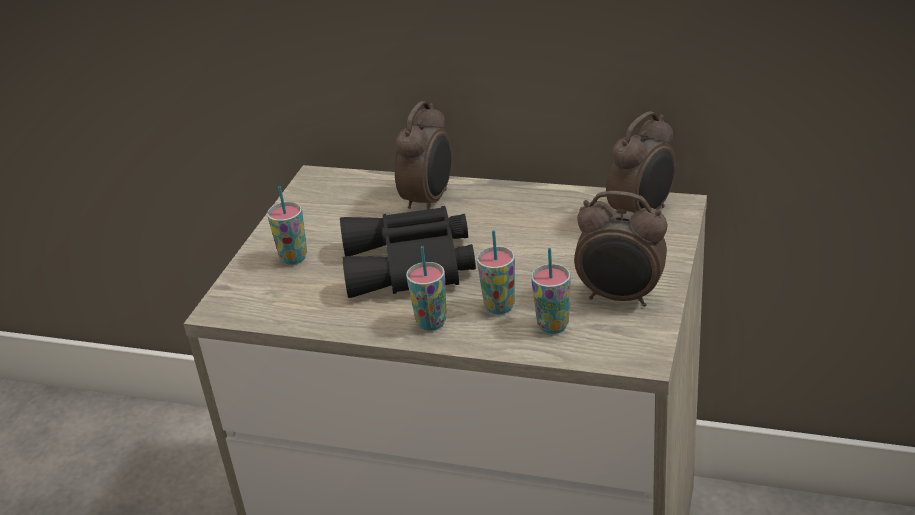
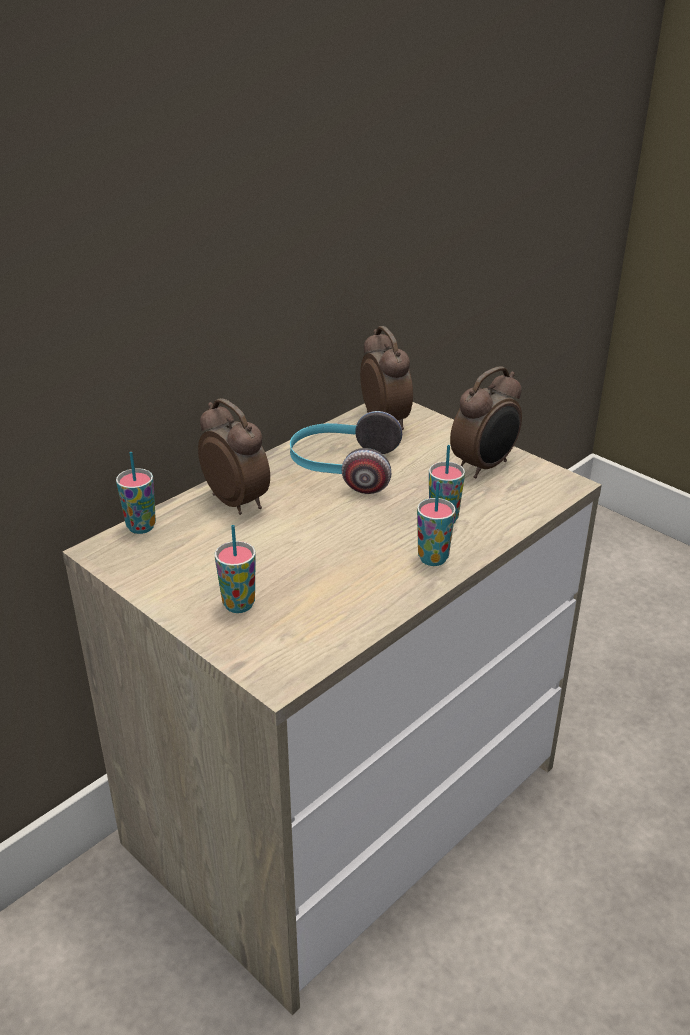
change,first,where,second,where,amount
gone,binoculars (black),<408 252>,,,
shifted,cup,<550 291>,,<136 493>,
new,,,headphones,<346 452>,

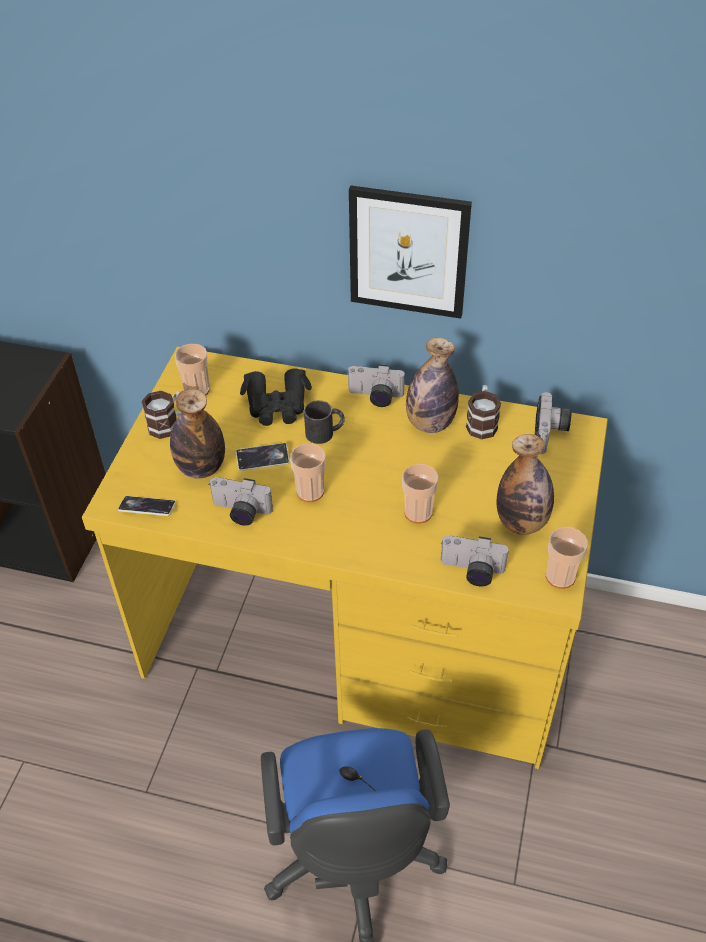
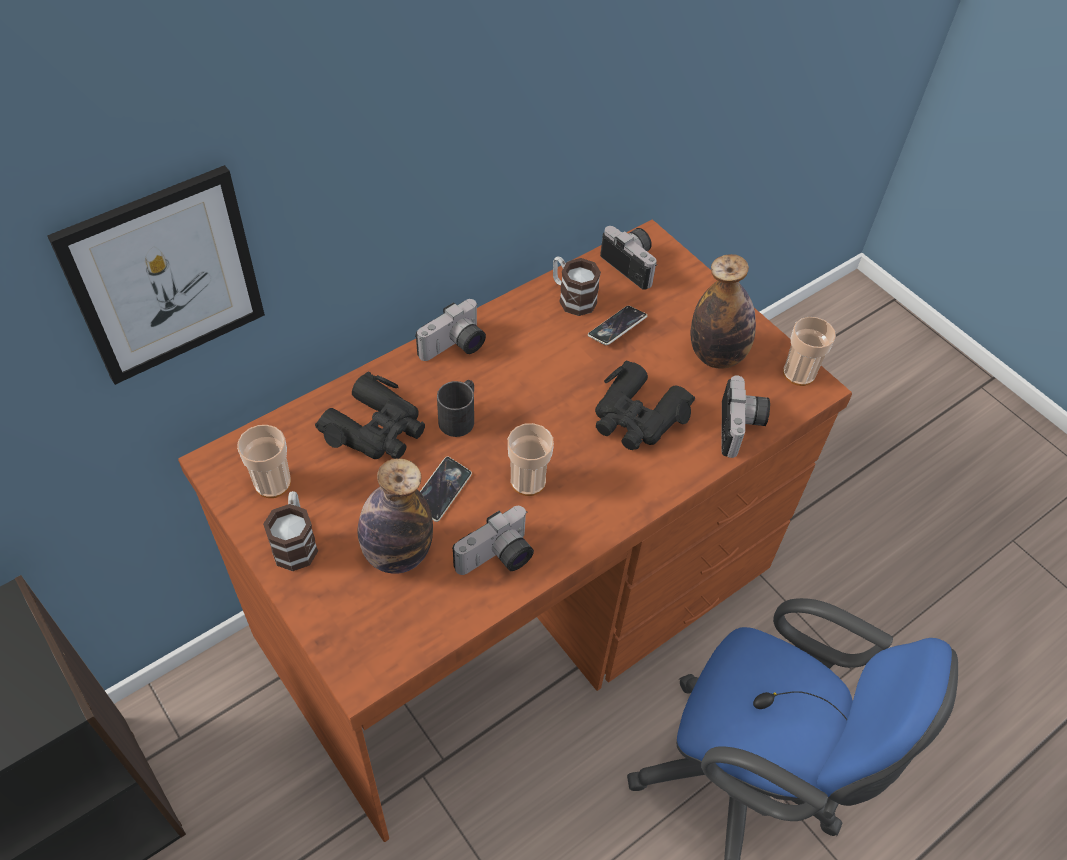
change,first,where,second,where,amount
shifted,picture,<410 252>,,<156 275>,
gone,bottle,<432 385>,,,
repainted,desk (yellow),<345 558>,desk (brown),<515 530>,
swapped,cup,<420 494>,binoculars (black),<645 405>,
shifted,phone,<147 506>,,<617 325>,
rotated,photo camera,<475 561>,,<746 416>,45 degrees counterclockwise

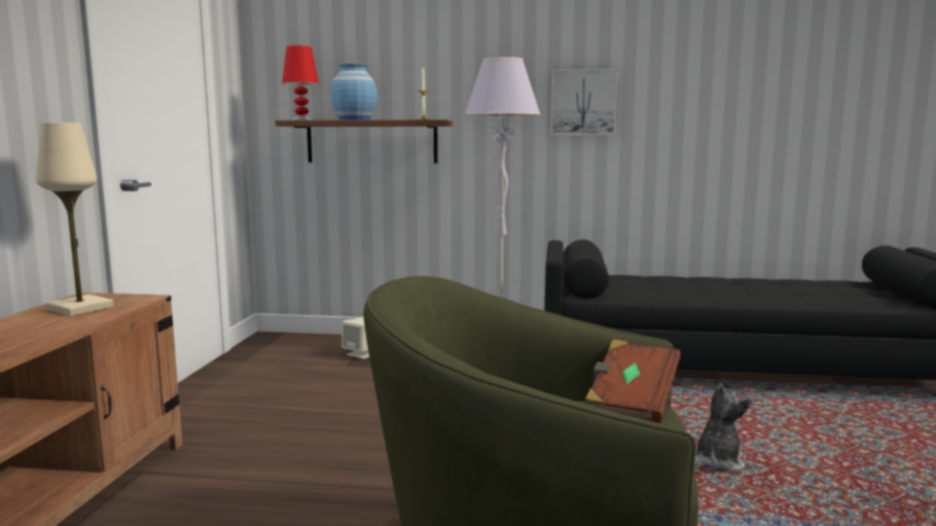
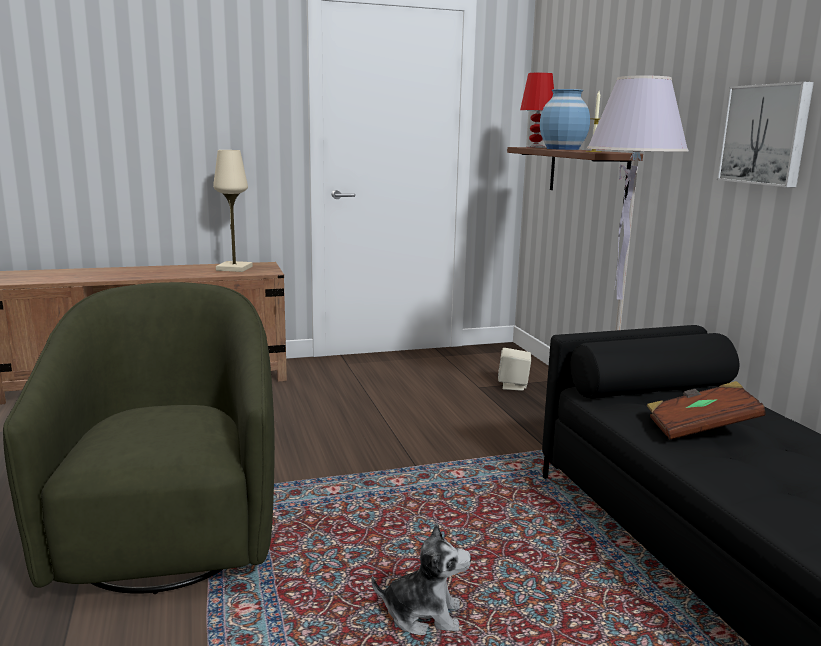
change,first,where,second,where,amount
shifted,book (brown),<632 381>,,<706 410>,

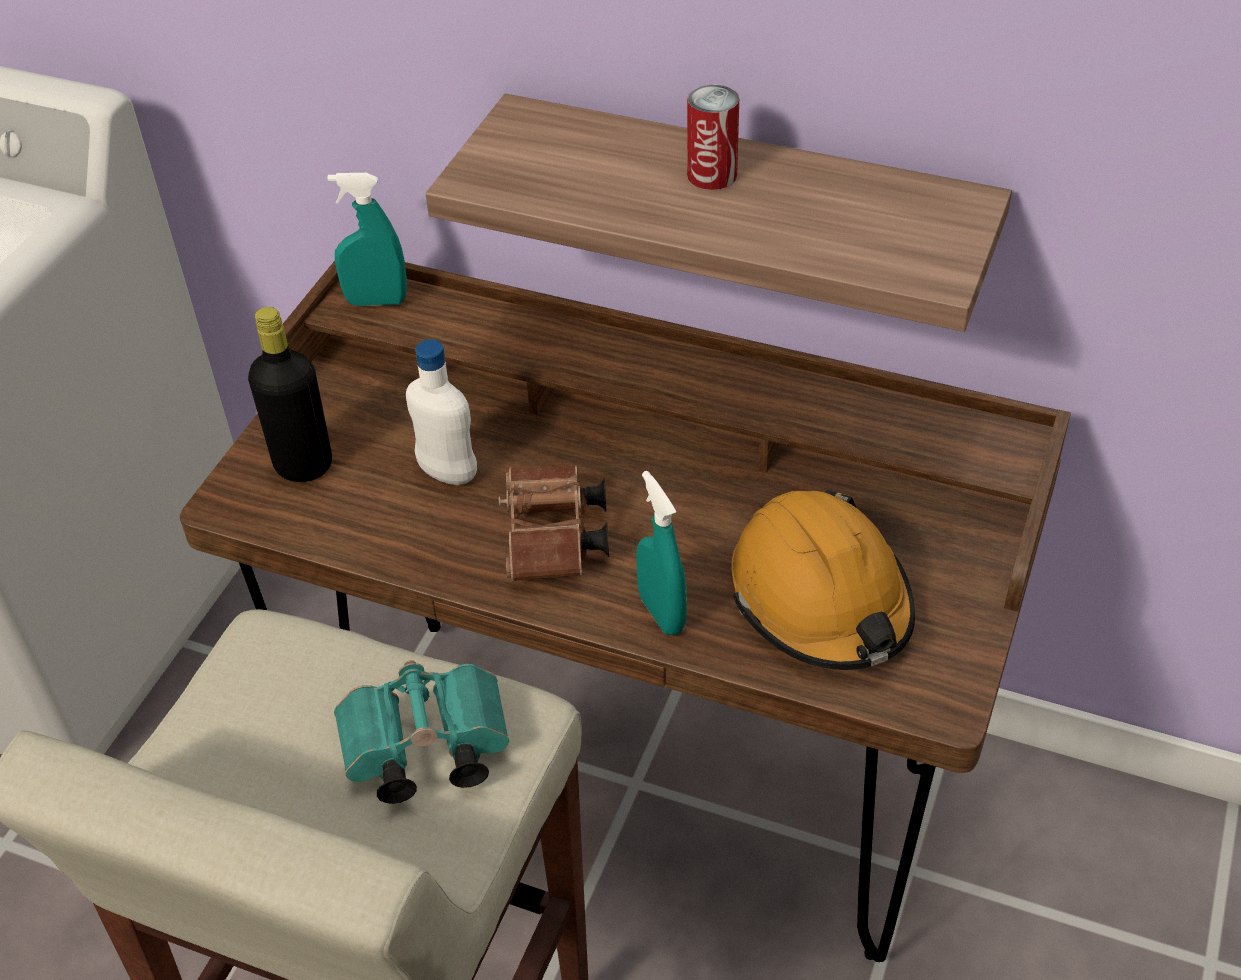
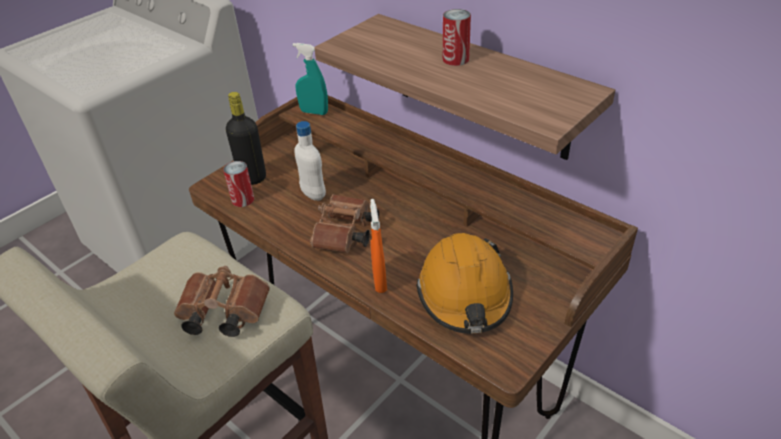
change,first,where,second,where,amount
repainted,spray bottle (turquoise),<661 553>,spray bottle (orange),<378 246>,
repainted,binoculars (turquoise),<421 732>,binoculars (brown),<222 301>,
new,,,can,<238 184>,

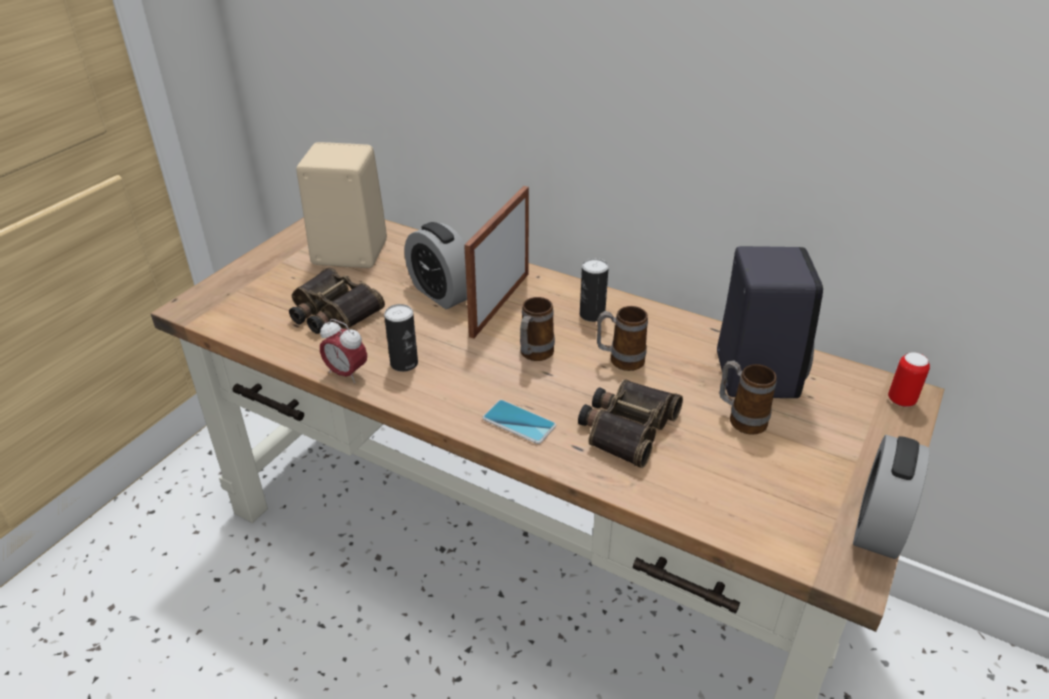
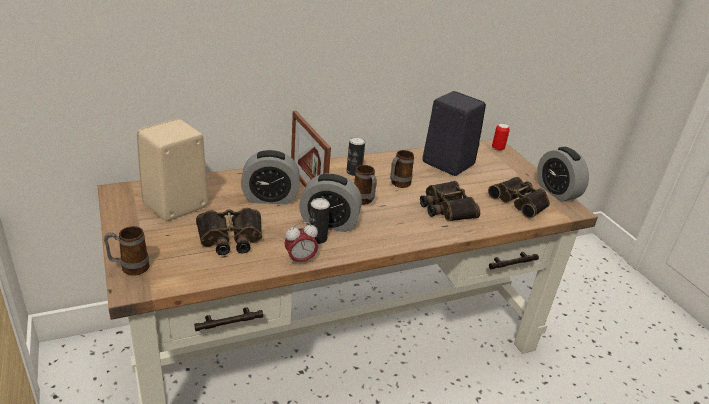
change,first,where,second,where,amount
shifted,mug,<748 397>,,<126 250>,
gone,phone,<519 422>,,,
new,,,alarm clock,<330 202>,
new,,,binoculars,<519 198>,

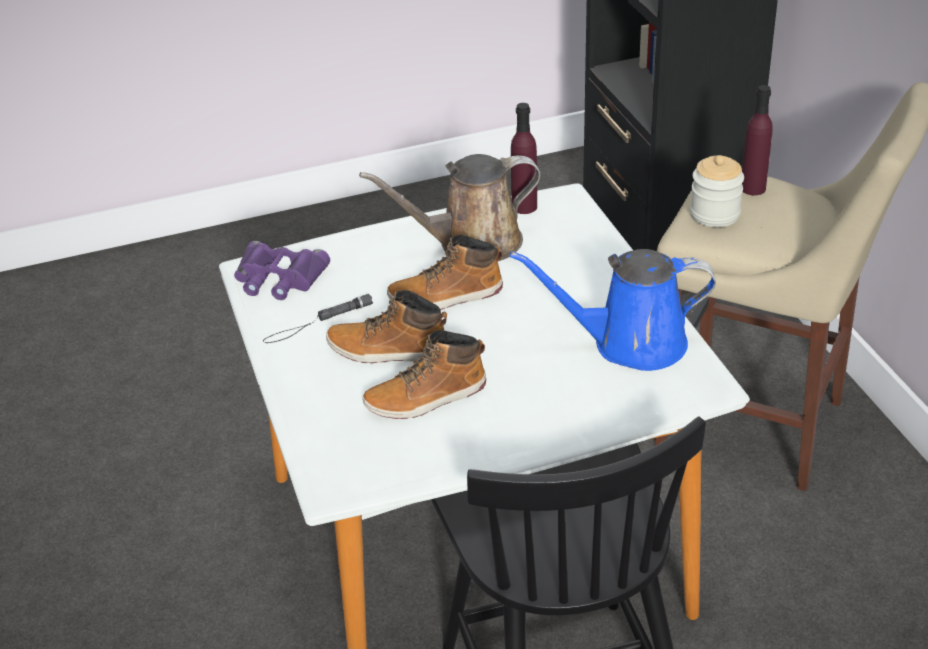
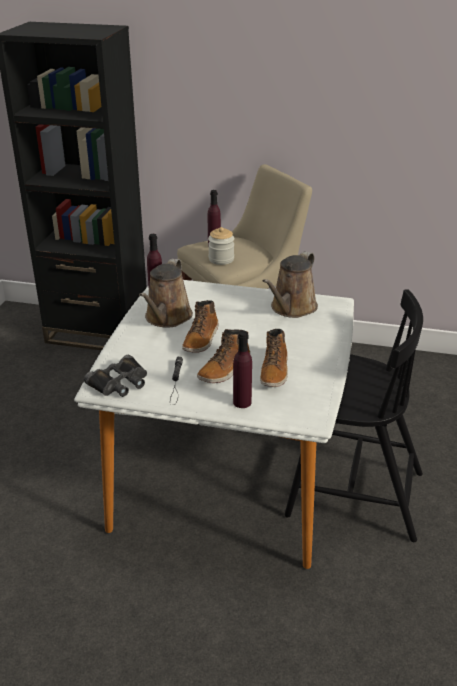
change,first,where,second,where,amount
repainted,binoculars (purple),<282 270>,binoculars (black),<115 376>,
repainted,watering can (blue),<613 310>,watering can (brown),<290 284>,
new,,,bottle (purple),<242 369>,

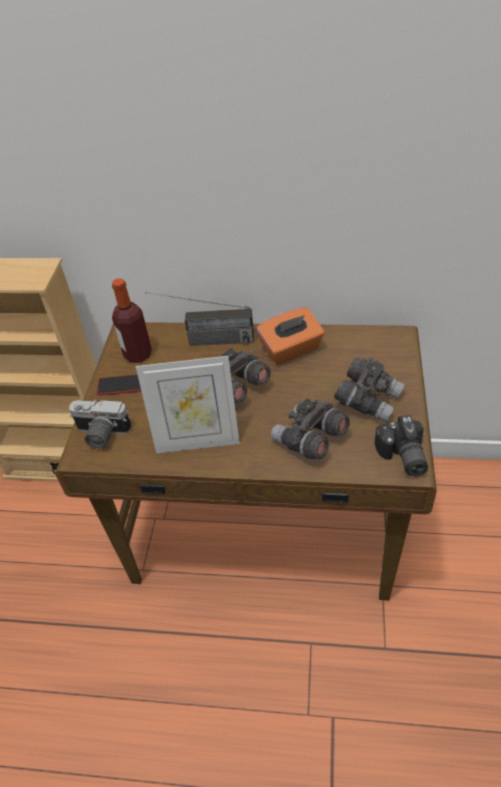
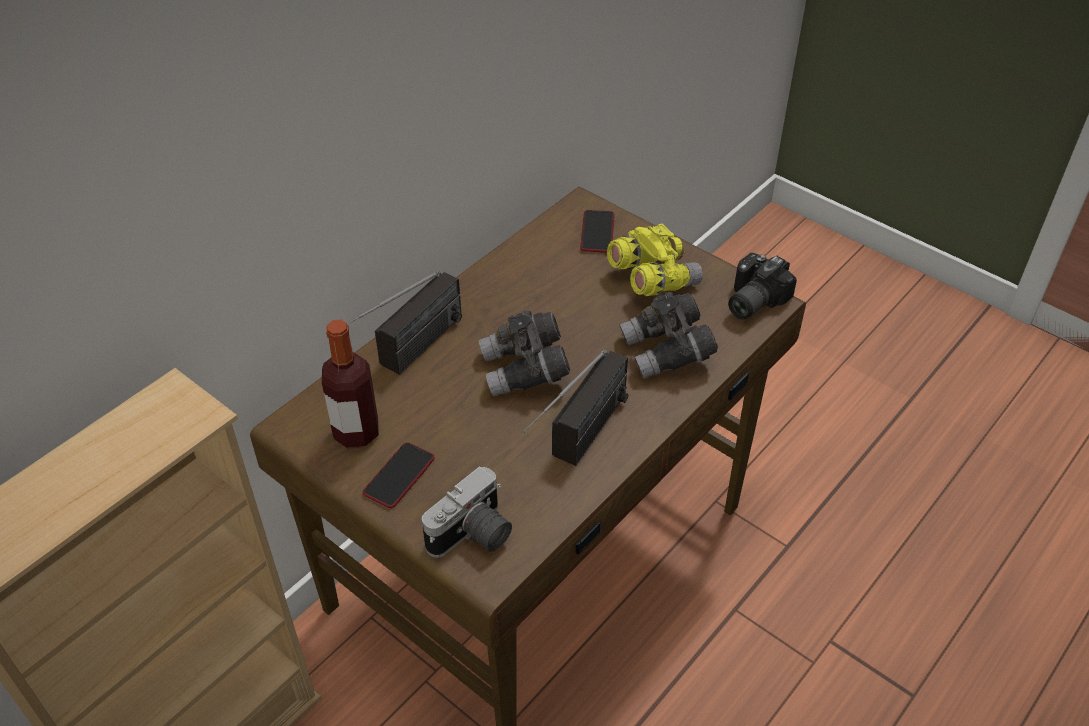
change,first,where,second,where,amount
gone,tissue box (orange),<290 336>,,,
swapped,picture frame,<188 404>,radio,<575 408>,
repainted,binoculars (grey),<369 390>,binoculars (yellow),<655 259>,
rotated,photo camera,<401 446>,,<762 286>,105 degrees clockwise
new,,,phone,<597 231>,

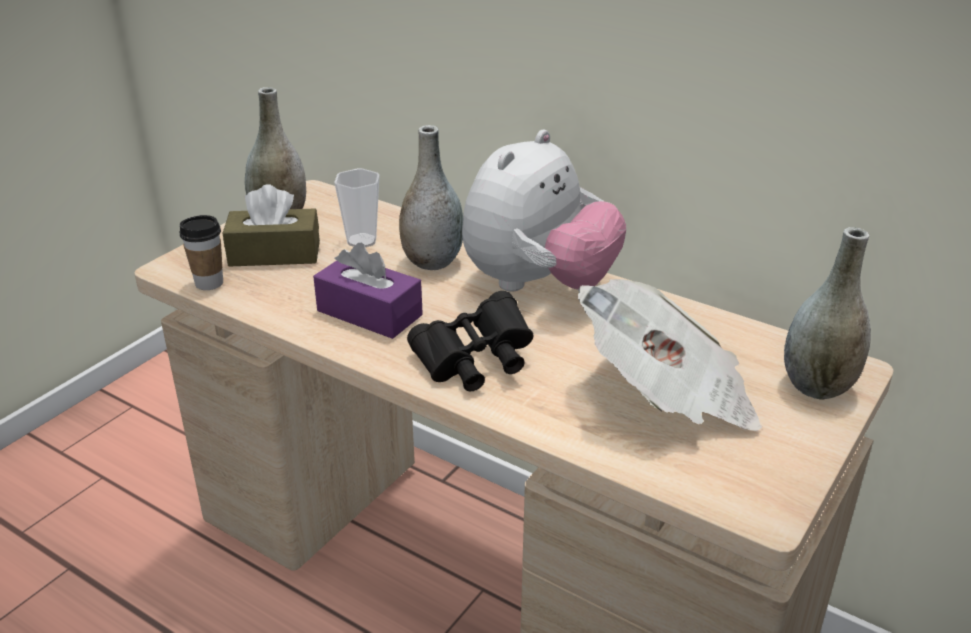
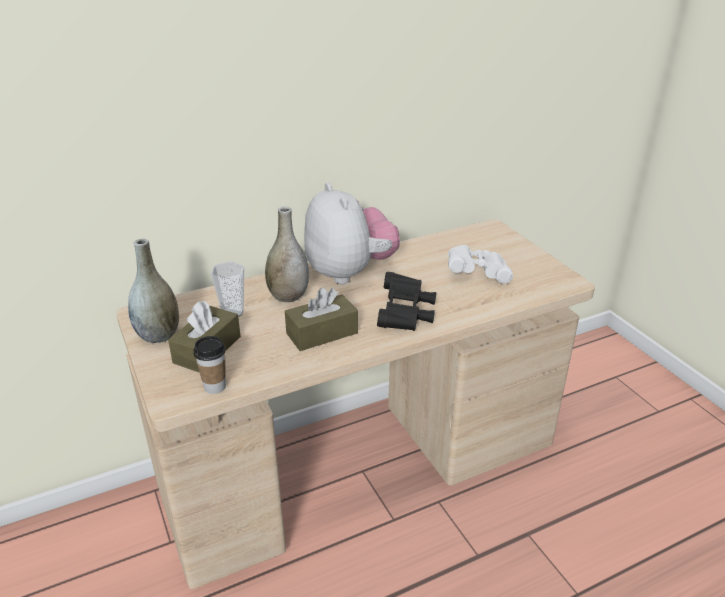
change,first,where,second,where,amount
gone,vase (grey),<827 313>,,,
repainted,tissue box (purple),<368 291>,tissue box (brown),<321 319>,
swapped,newspaper,<670 355>,binoculars (white),<480 264>,

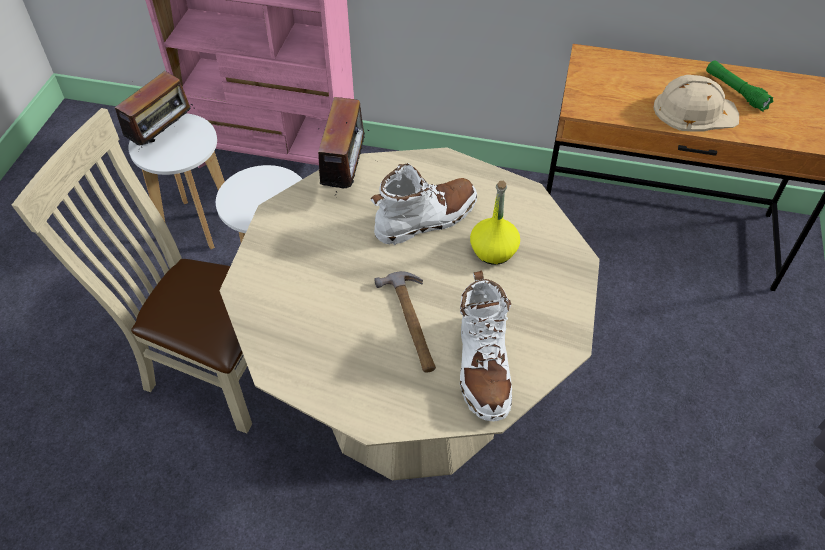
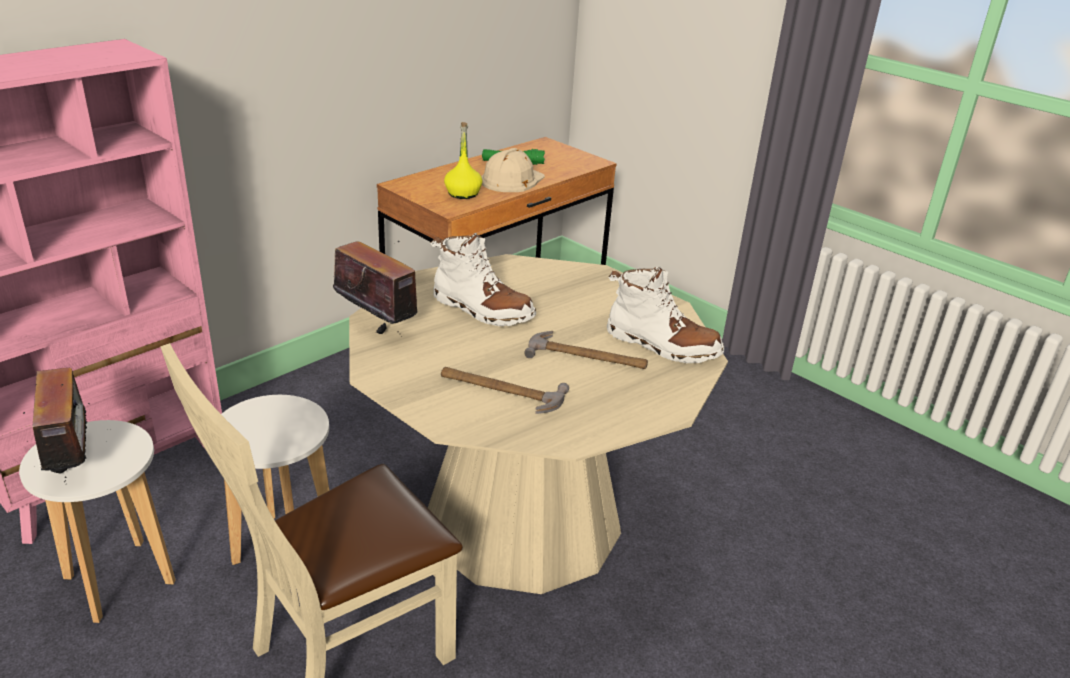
change,first,where,second,where,amount
rotated,boot (white),<423 204>,,<483 279>,120 degrees clockwise
shifted,bottle (yellow),<495 223>,,<463 160>,
new,,,hammer,<505 390>,

